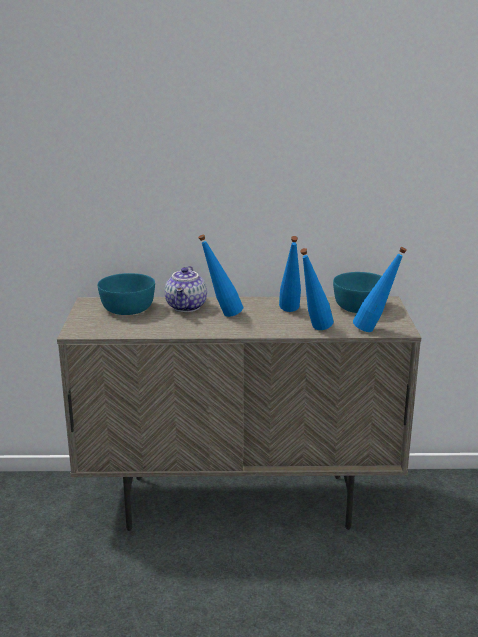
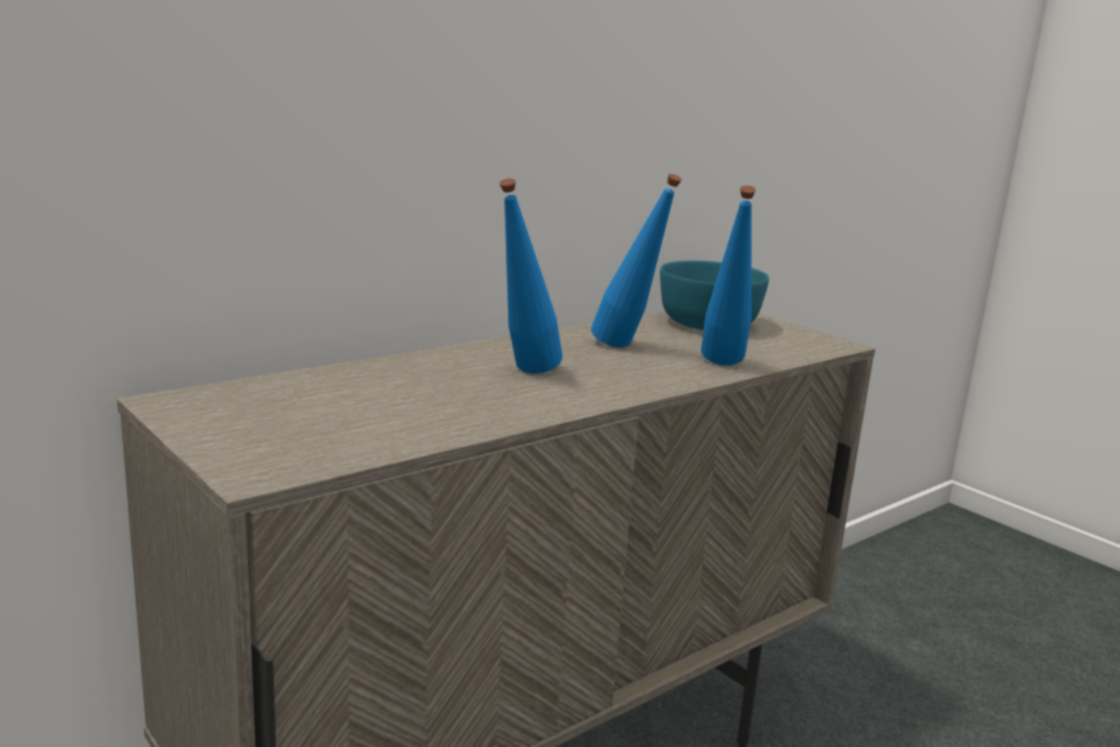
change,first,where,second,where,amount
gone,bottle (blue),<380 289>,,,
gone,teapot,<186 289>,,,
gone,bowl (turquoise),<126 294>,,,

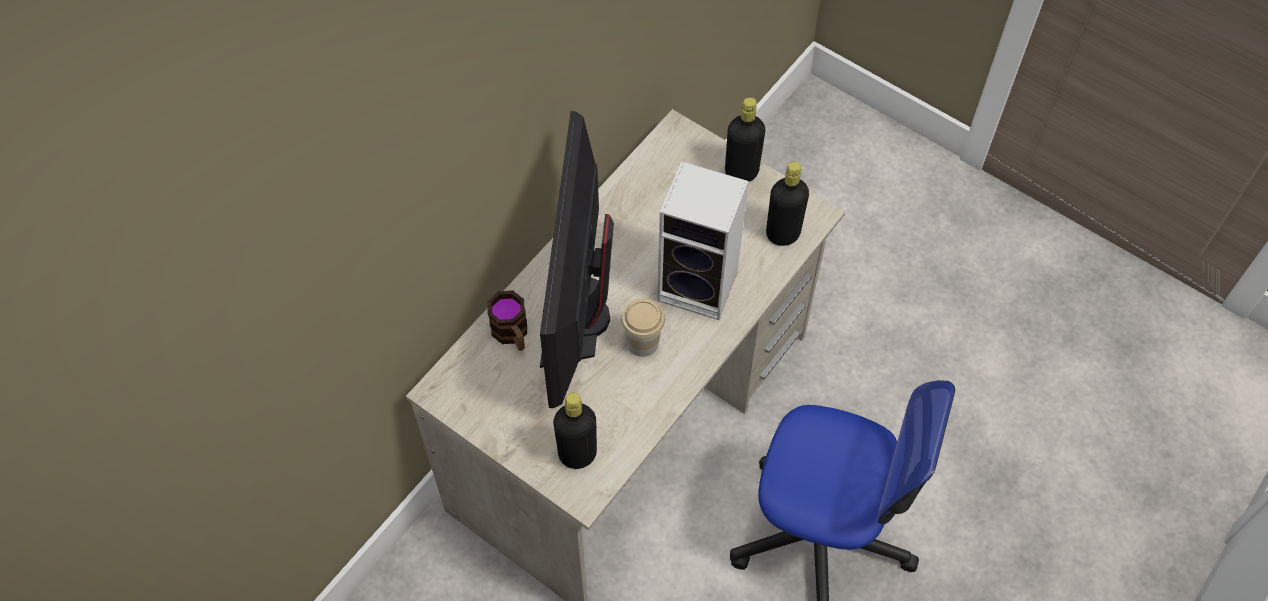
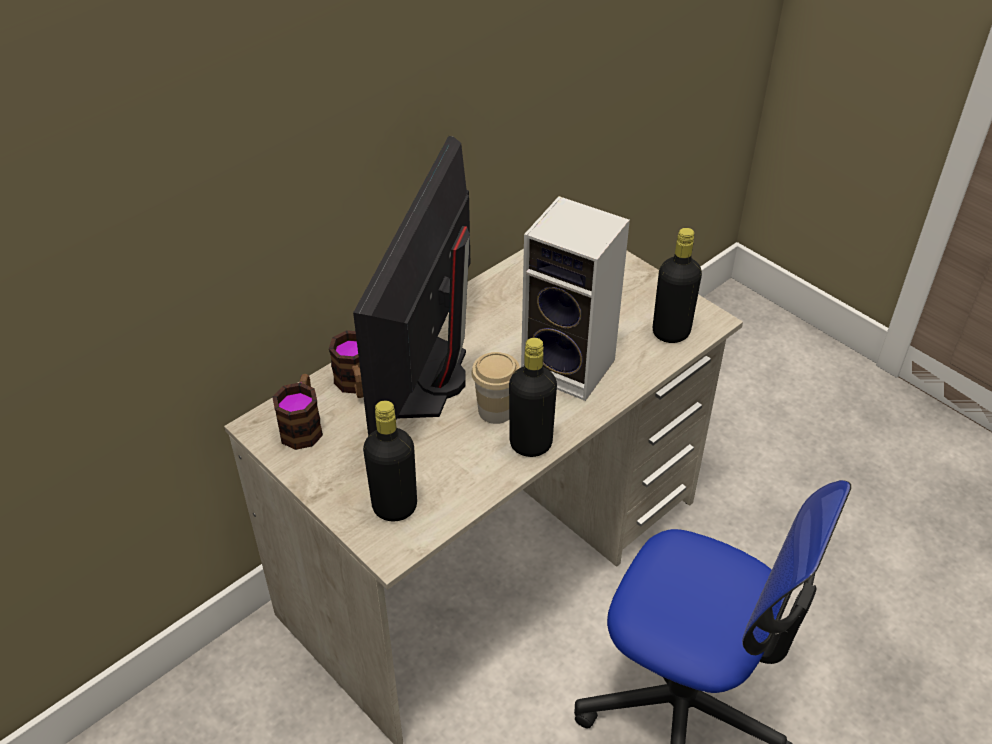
change,first,where,second,where,amount
shifted,bottle (black),<745 139>,,<533 397>,
new,,,mug,<297 412>,

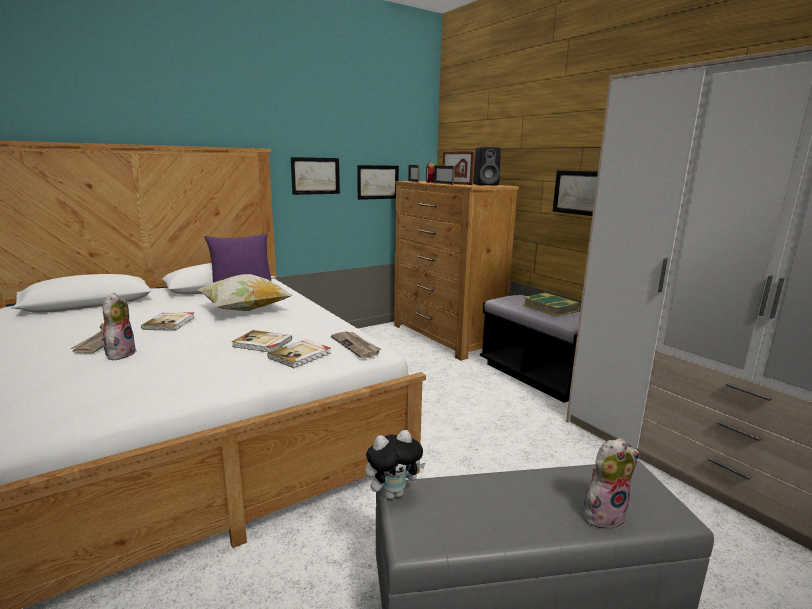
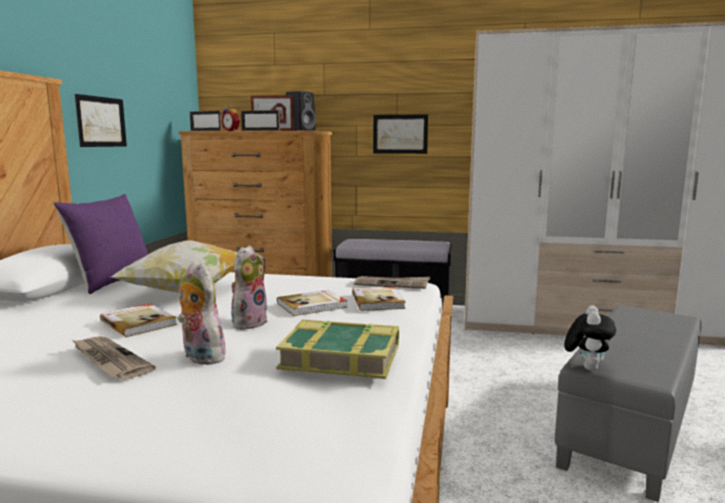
change,first,where,second,where,amount
gone,picture,<378 182>,,,
shifted,book,<551 305>,,<337 349>,
shifted,plush toy,<611 484>,,<249 287>,

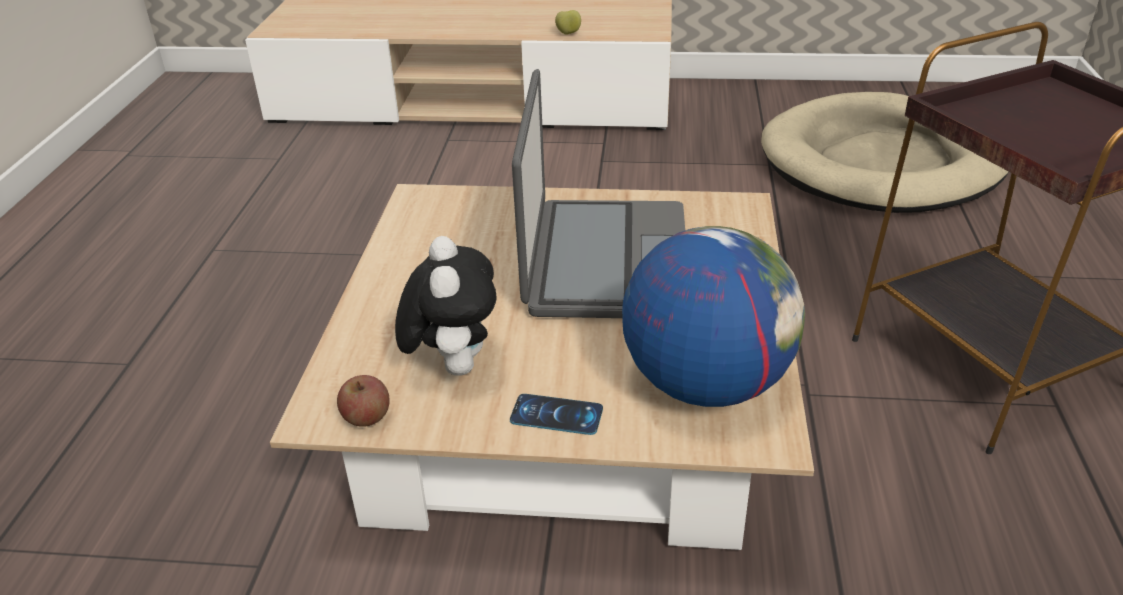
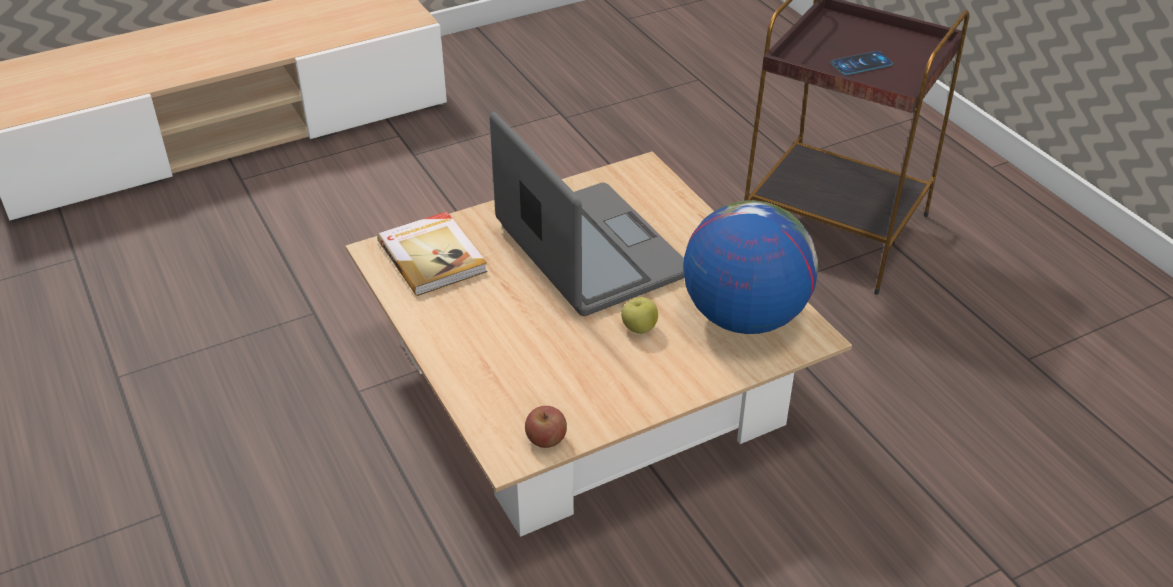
change,first,where,second,where,amount
shifted,apple,<568 22>,,<639 315>,
gone,dog bed (beige),<885 152>,,,
gone,plush toy,<446 306>,,,
shifted,phone,<556 414>,,<861 63>,
new,,,book,<432 254>,

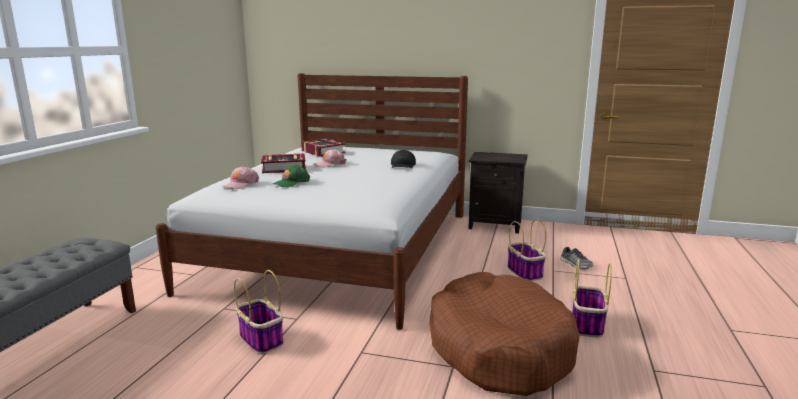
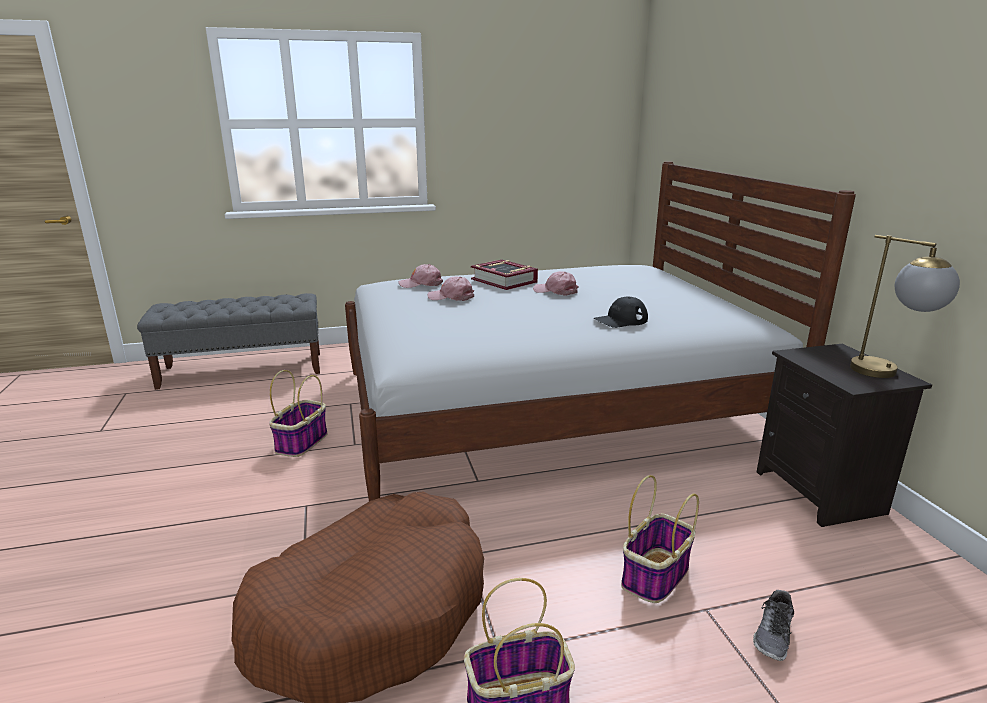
change,first,where,second,where,amount
gone,book,<323 148>,,,
repainted,cap (green),<291 176>,cap (pink),<450 288>,
new,,,table lamp,<905 306>,

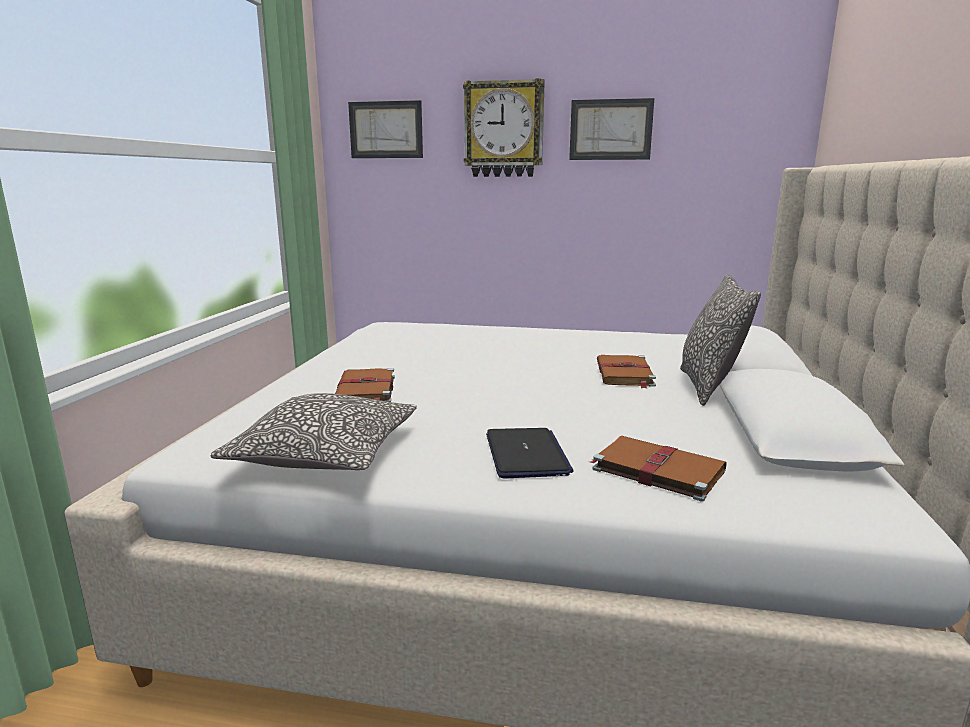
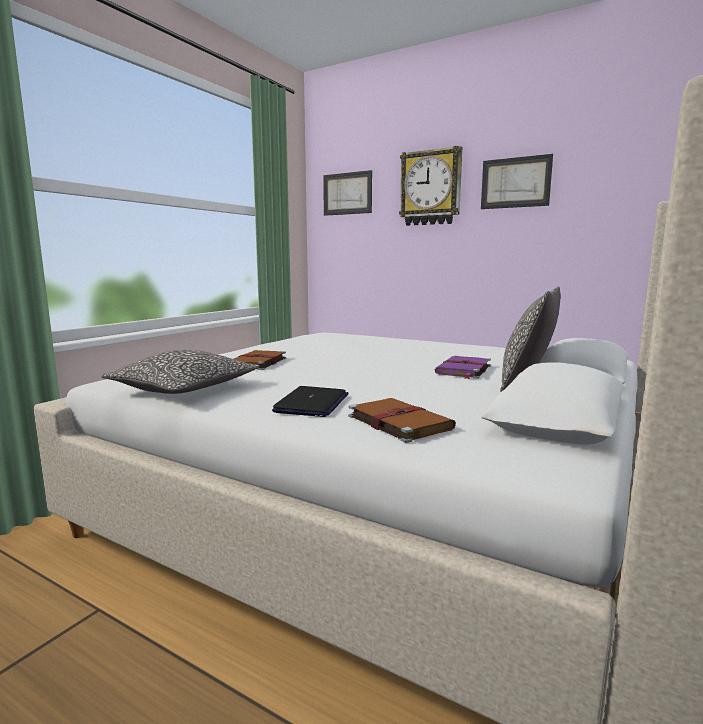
change,first,where,second,where,amount
repainted,book (brown),<626 371>,book (purple),<463 367>,

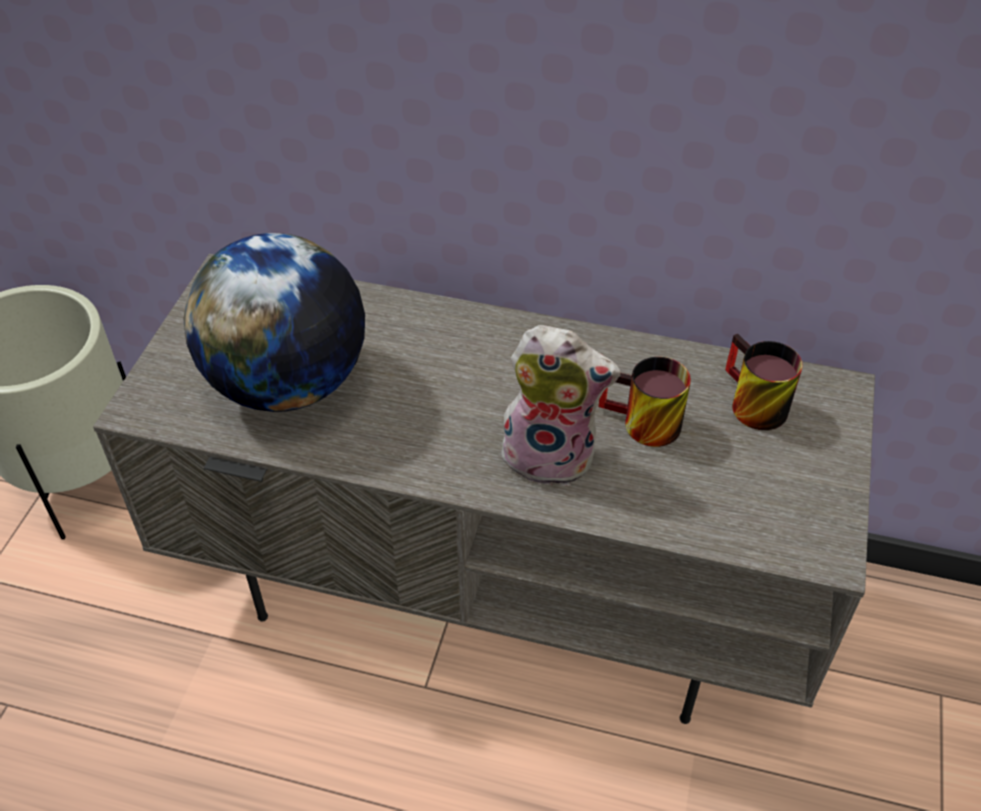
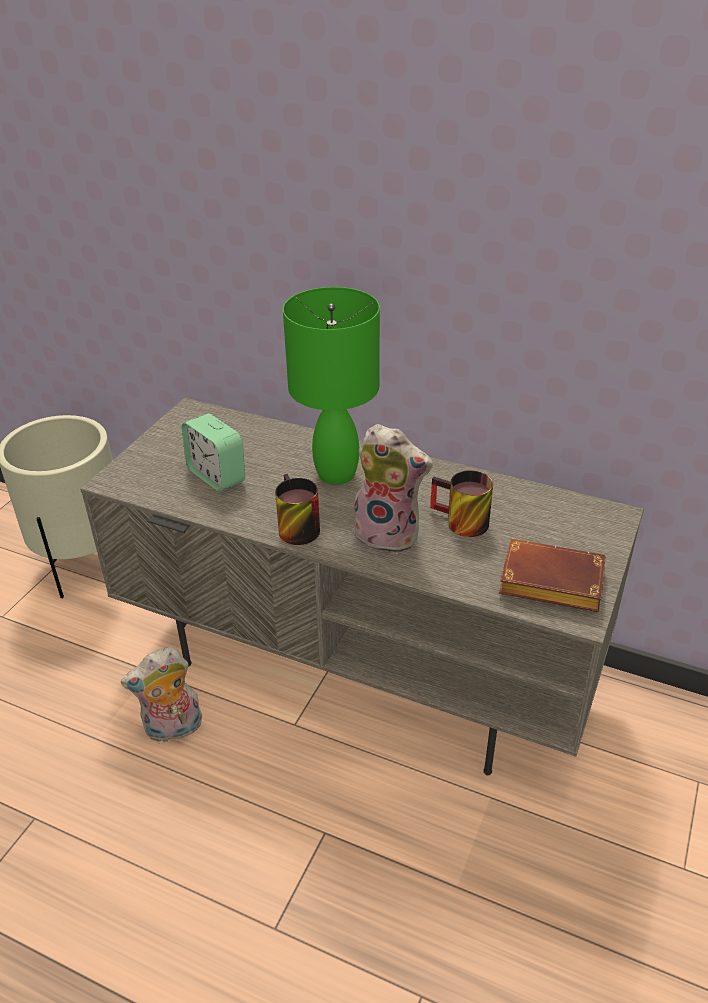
change,first,where,second,where,amount
swapped,globe,<274 322>,alarm clock,<213 452>,
shifted,mug,<764 382>,,<297 509>,
new,,,table lamp (green),<331 386>,
new,,,book (brown),<552 575>,
new,,,plush toy,<161 695>,

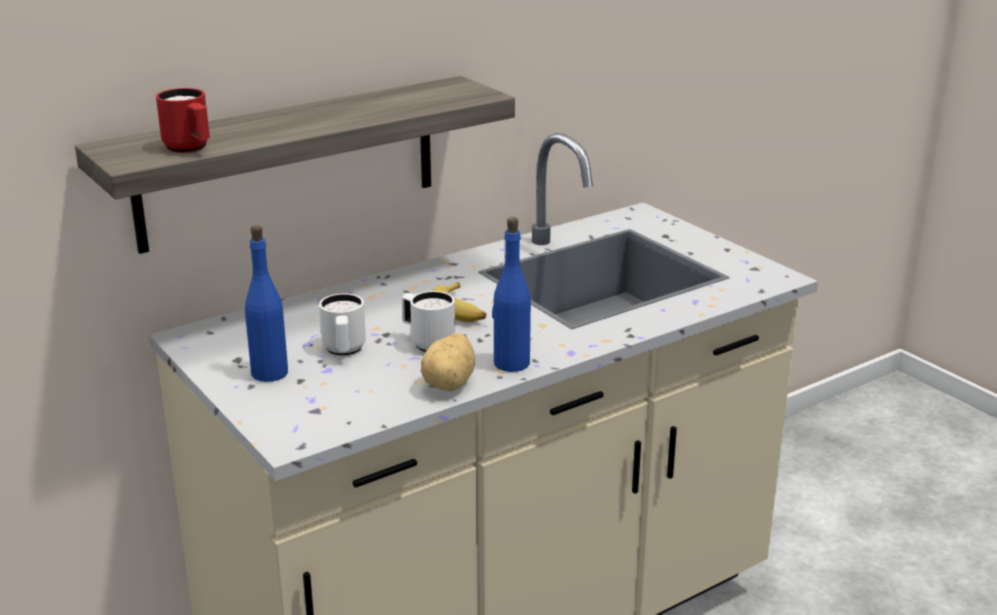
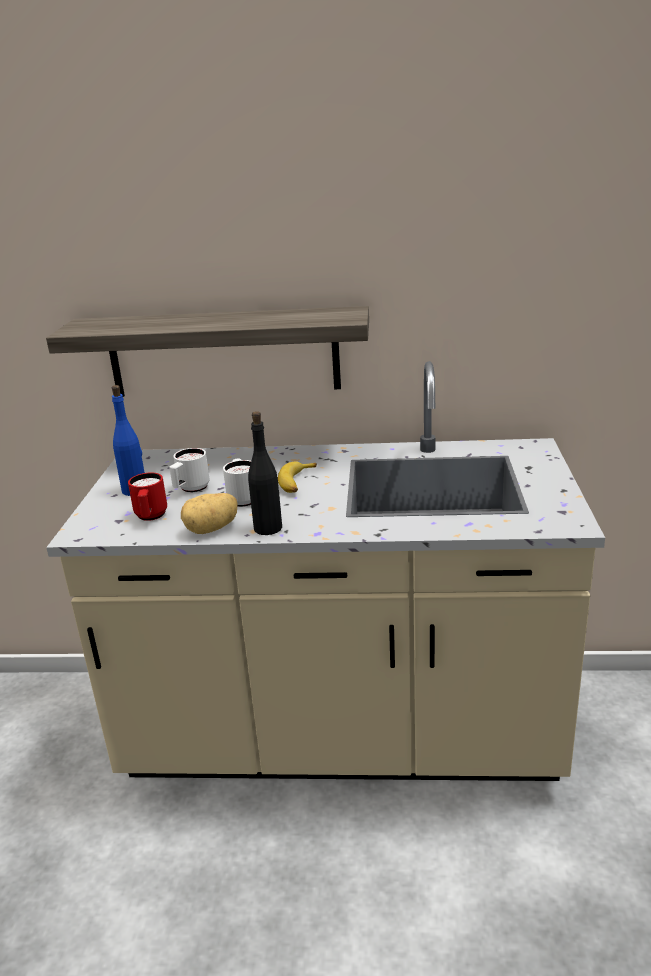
change,first,where,second,where,amount
shifted,mug (red),<183 120>,,<147 497>,
repainted,bottle (blue),<511 294>,bottle (black),<265 473>,

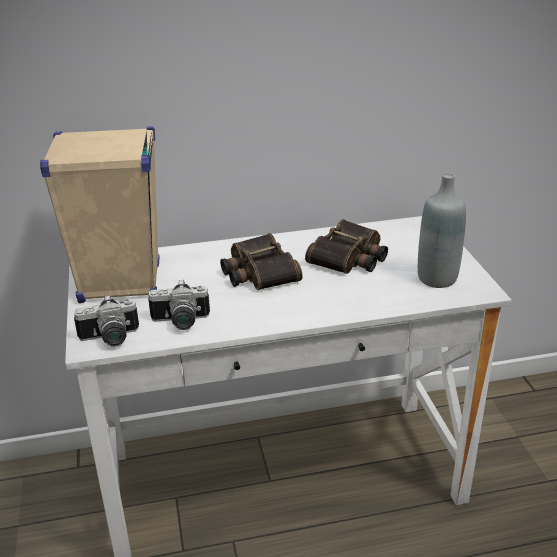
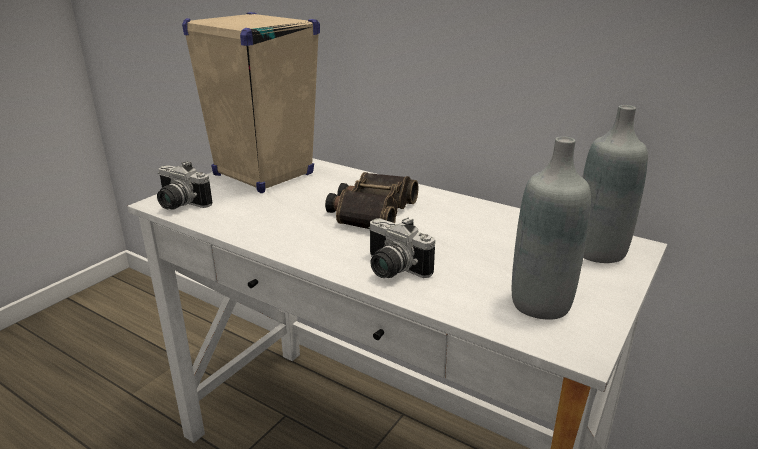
change,first,where,second,where,amount
gone,binoculars,<346 246>,,,
shifted,photo camera,<179 305>,,<401 247>,
new,,,bottle (grey),<615 184>,

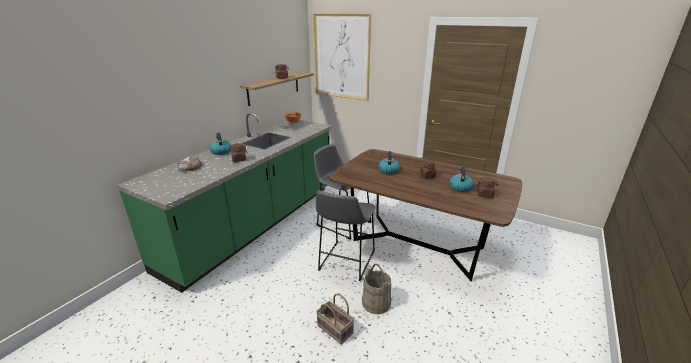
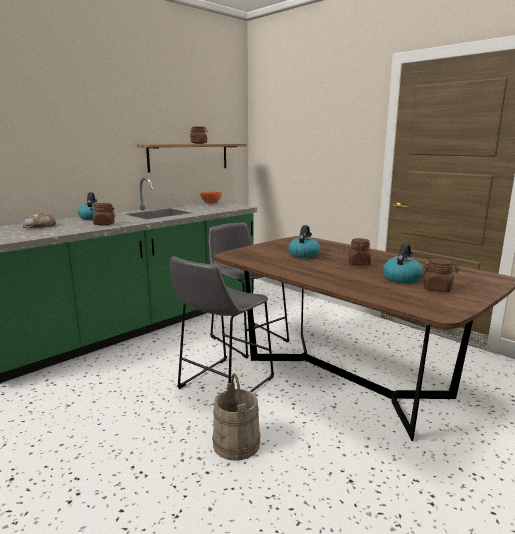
change,first,where,second,where,amount
gone,picture,<342 57>,,,
gone,basket,<335 318>,,,

